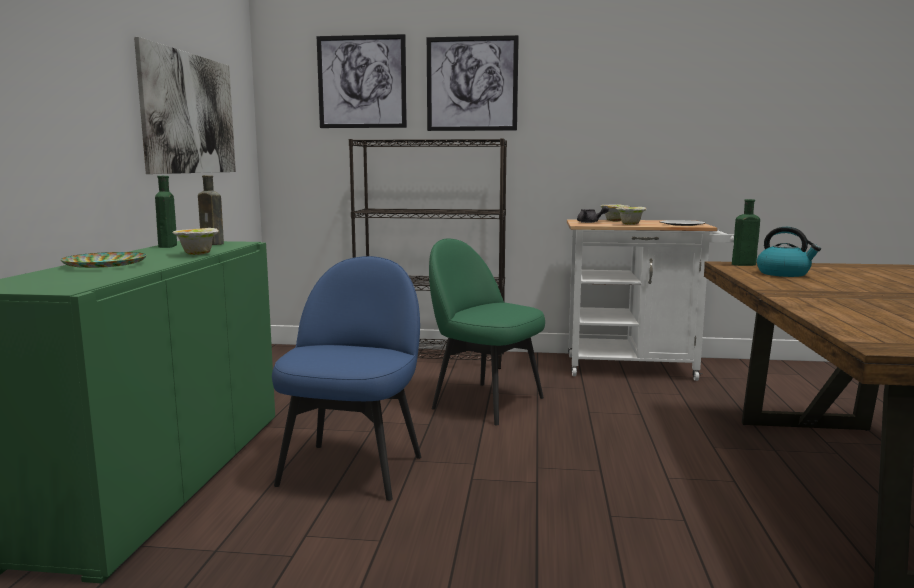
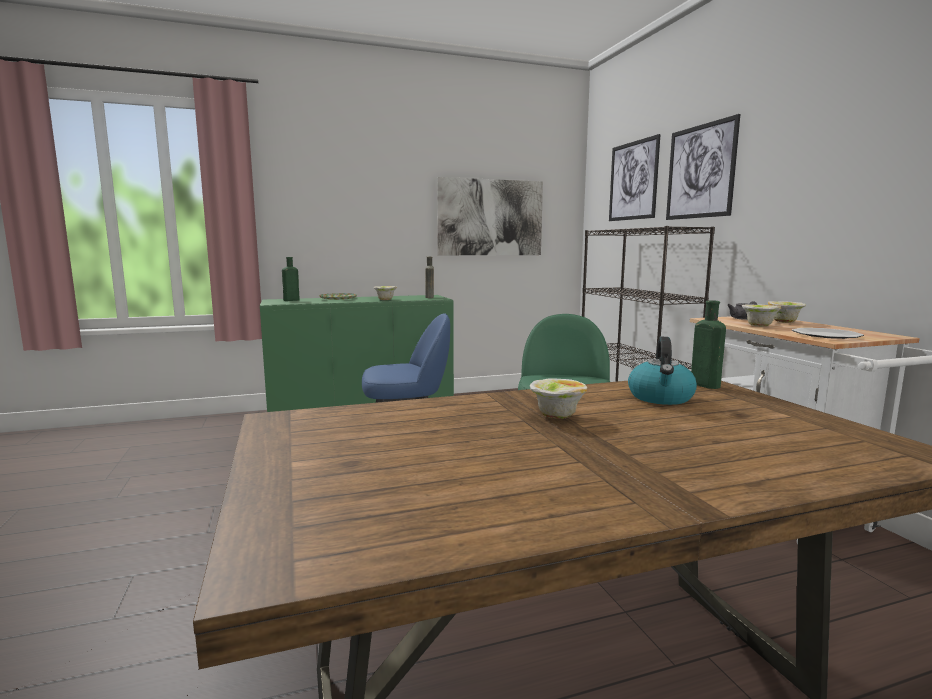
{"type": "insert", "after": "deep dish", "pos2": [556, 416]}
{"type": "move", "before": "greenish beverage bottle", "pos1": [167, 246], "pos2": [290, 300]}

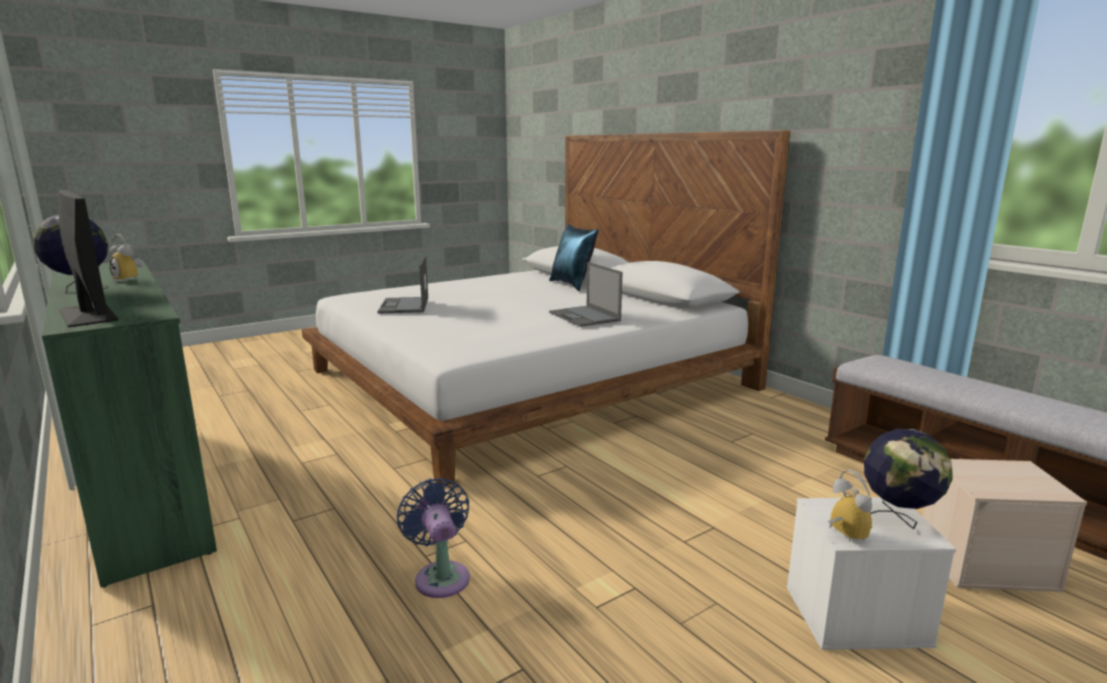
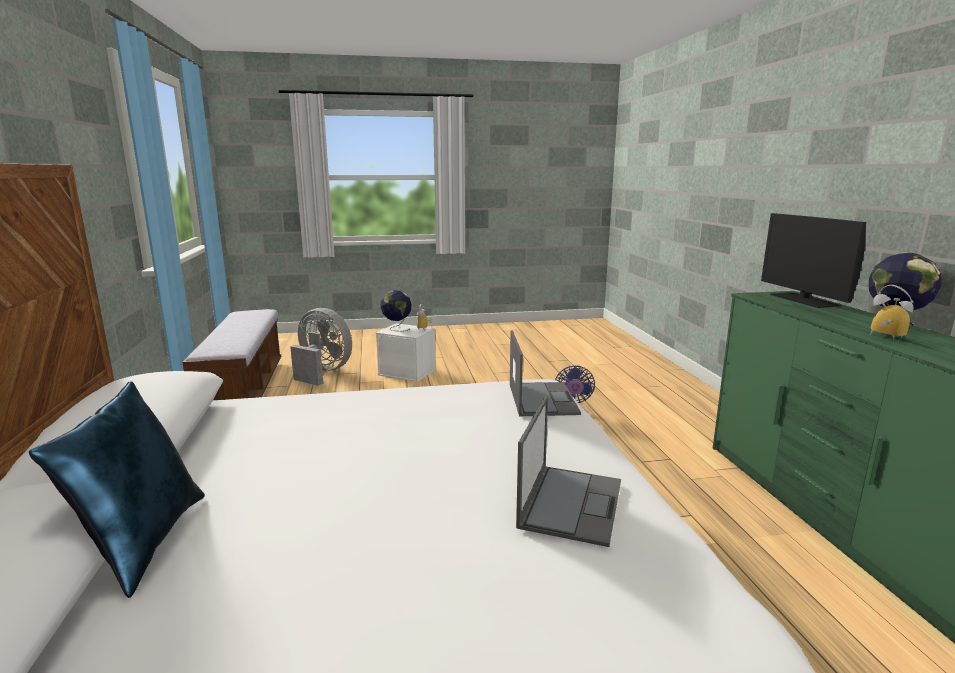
{"type": "move", "before": "portable computer", "pos1": [585, 317], "pos2": [542, 399]}
{"type": "replace", "before": "beige-coloured storage bin", "after": "grey fan", "pos1": [986, 563], "pos2": [322, 372]}

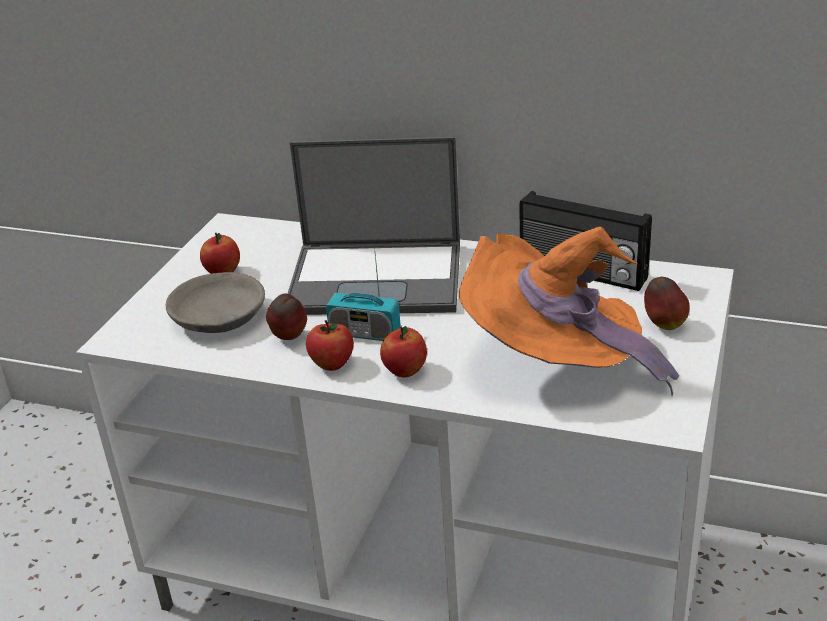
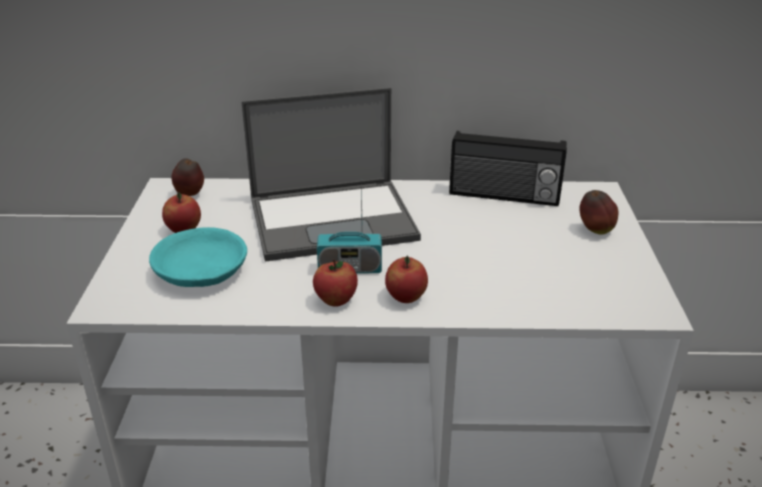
{"type": "delete", "before": "orangey wearable hat", "pos1": [557, 364]}
{"type": "move", "before": "apple fruit", "pos1": [289, 338], "pos2": [190, 195]}
{"type": "recolor", "before": "grey deep dish", "after": "blue-green deep dish", "pos1": [218, 318], "pos2": [201, 271]}

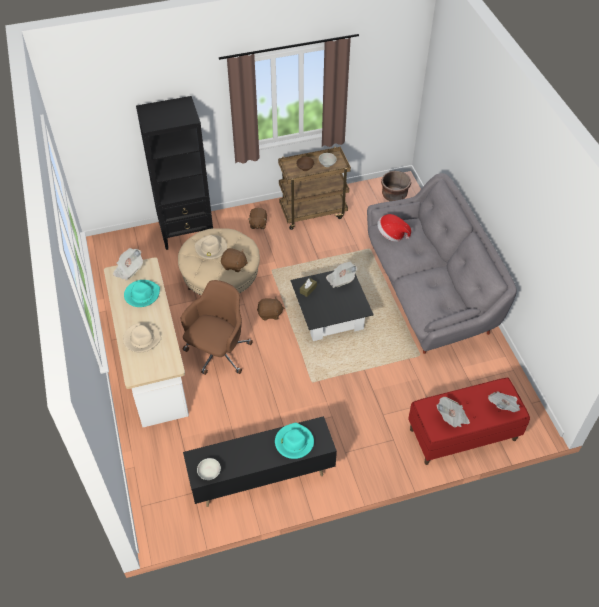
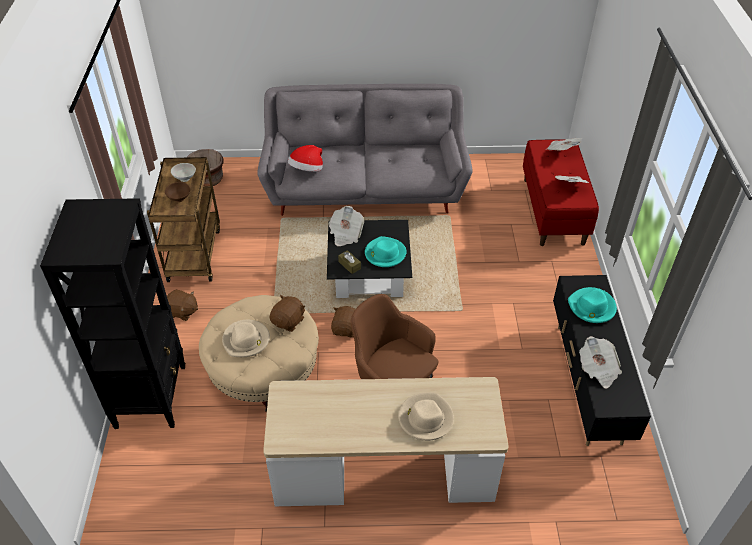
{"type": "delete", "before": "whitish deep dish", "pos1": [210, 474]}
{"type": "move", "before": "printed paper", "pos1": [129, 270], "pos2": [598, 369]}
{"type": "move", "before": "blue-green wearable hat", "pos1": [142, 294], "pos2": [385, 254]}

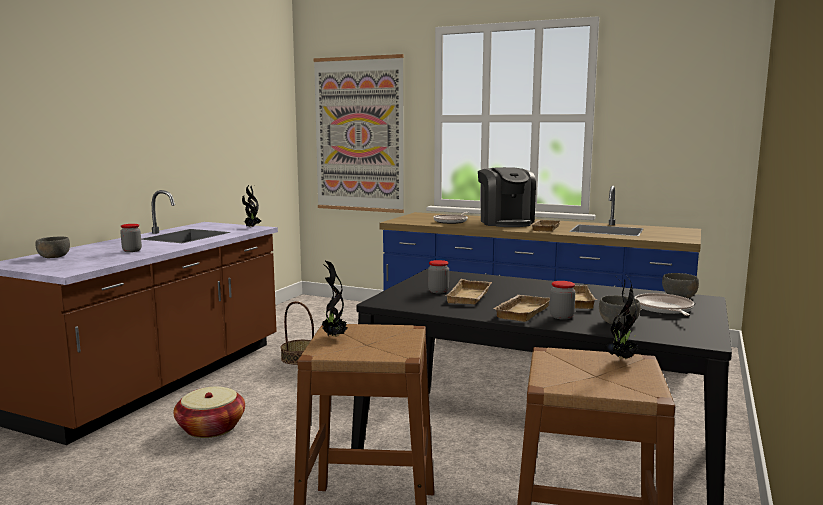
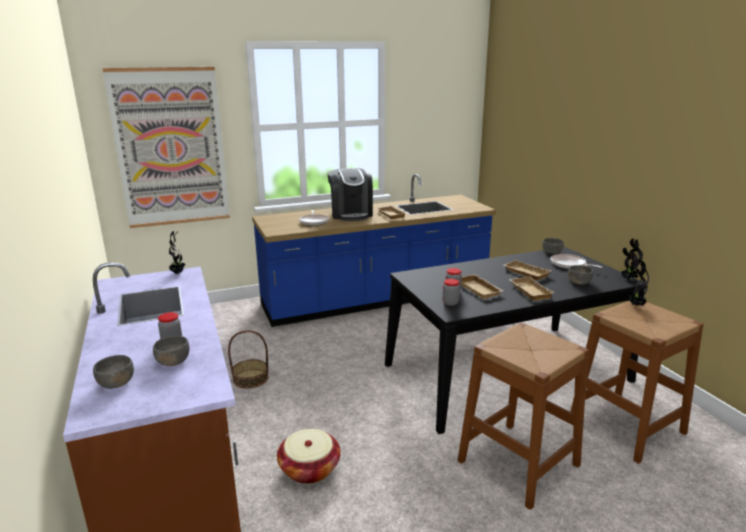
{"type": "insert", "after": "grey deep dish", "pos2": [173, 362]}
{"type": "move", "before": "plant in a pot", "pos1": [333, 337], "pos2": [628, 279]}
{"type": "move", "before": "storage jar", "pos1": [561, 317], "pos2": [450, 303]}
{"type": "rotate", "before": "coffee brewer", "pos1": [505, 222], "pos2": [351, 214], "turn": 45}

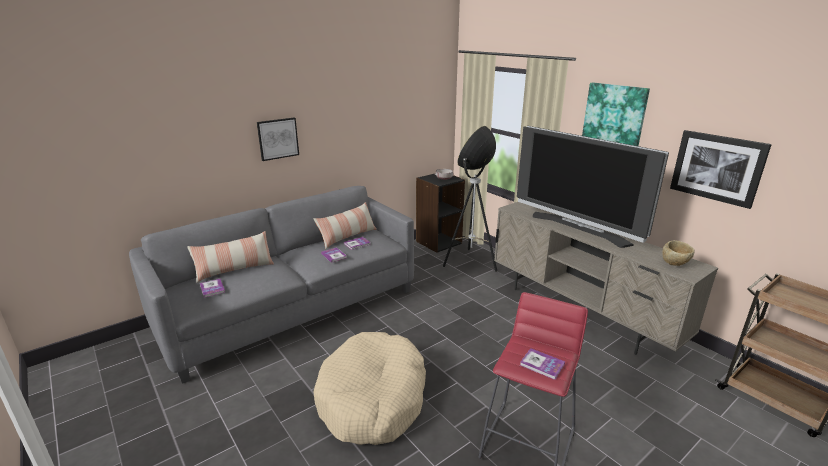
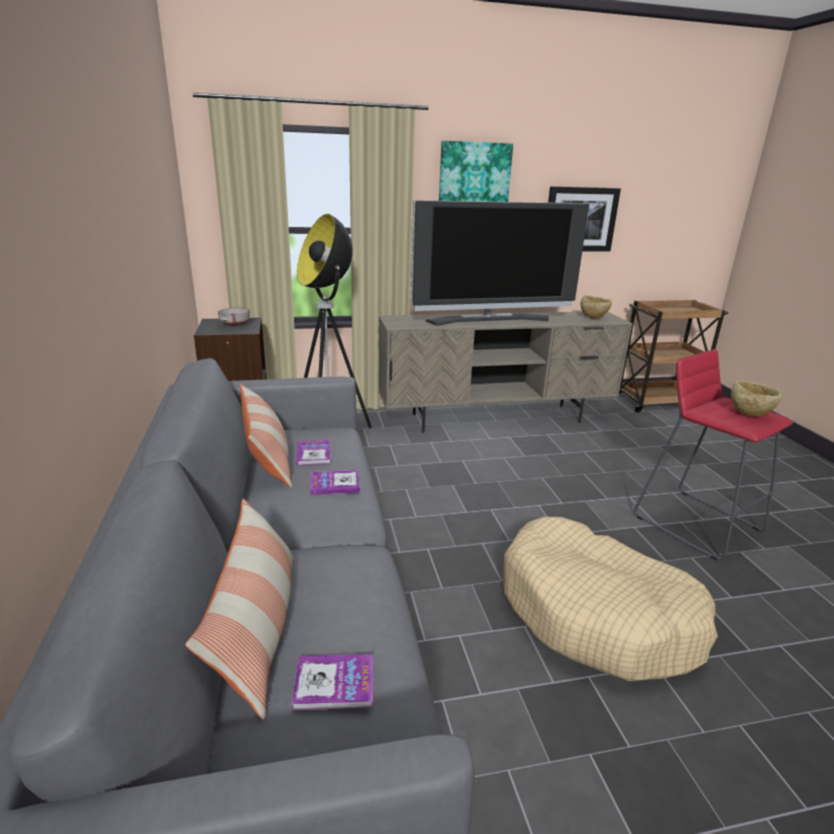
{"type": "delete", "before": "picture", "pos1": [277, 138]}
{"type": "replace", "before": "book", "after": "beige-coloured deep dish", "pos1": [542, 364], "pos2": [750, 413]}

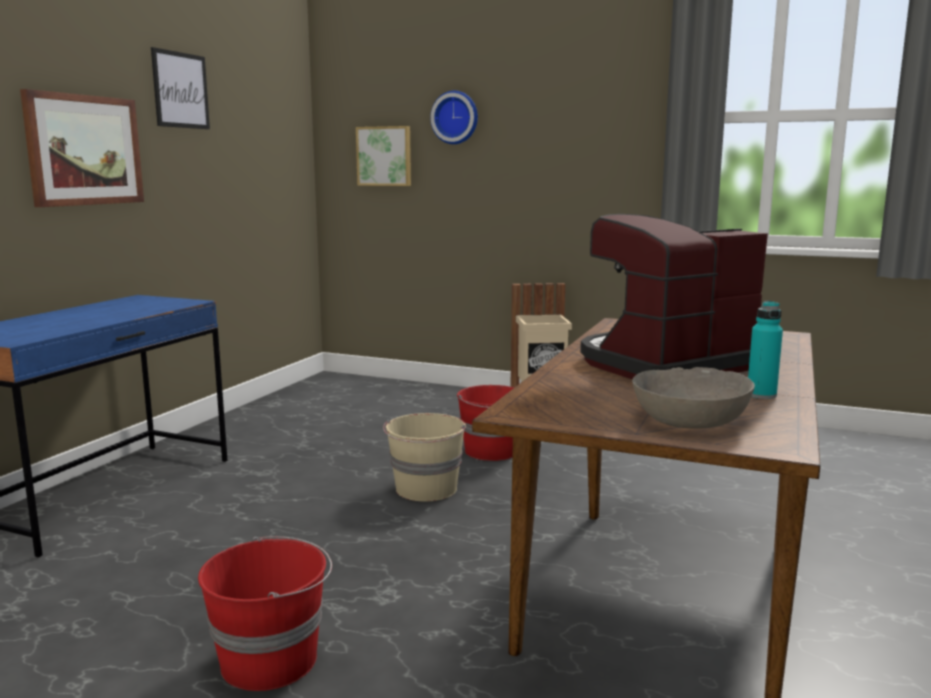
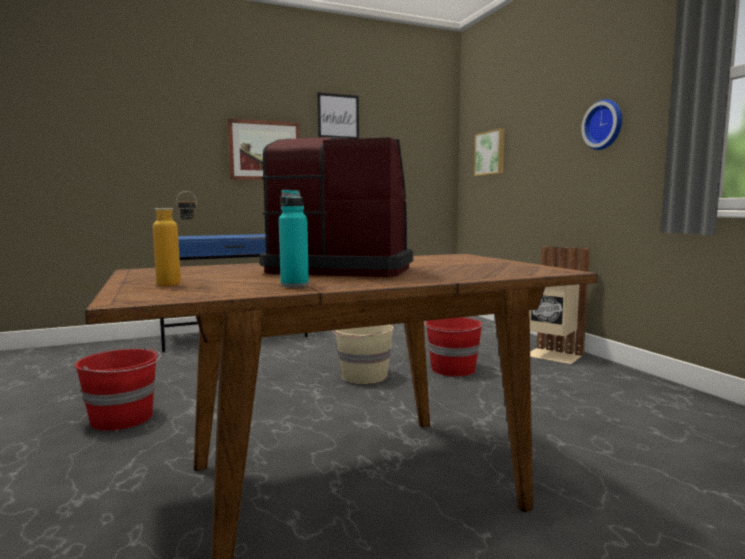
{"type": "move", "before": "hanging clock", "pos1": [455, 117], "pos2": [605, 125]}
{"type": "replace", "before": "grey deep dish", "after": "beverage bottle", "pos1": [688, 419], "pos2": [179, 284]}

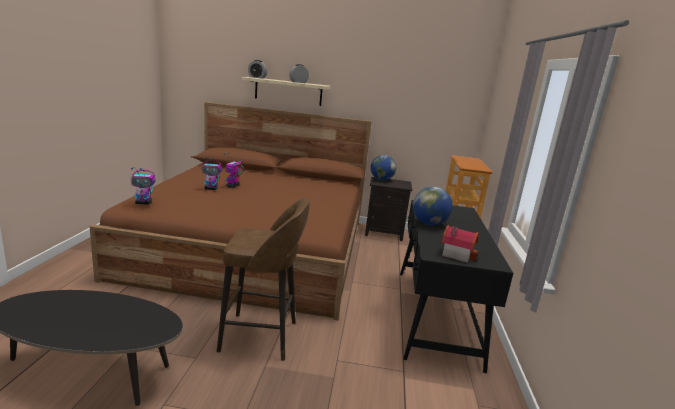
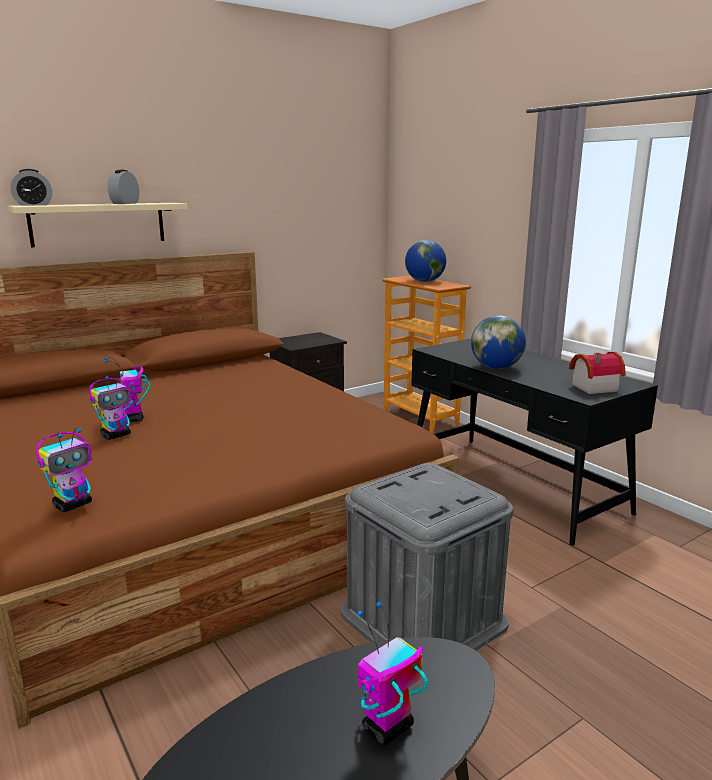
{"type": "insert", "after": "toy robot", "pos2": [387, 728]}
{"type": "move", "before": "world globe", "pos1": [381, 180], "pos2": [425, 281]}
{"type": "replace", "before": "brown-coloured stool", "after": "grey storage bin", "pos1": [261, 337], "pos2": [423, 619]}

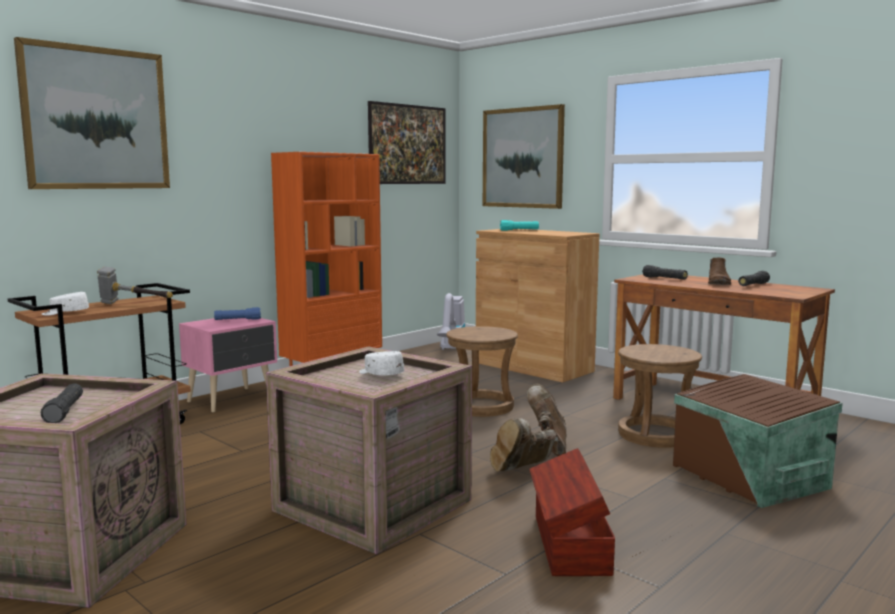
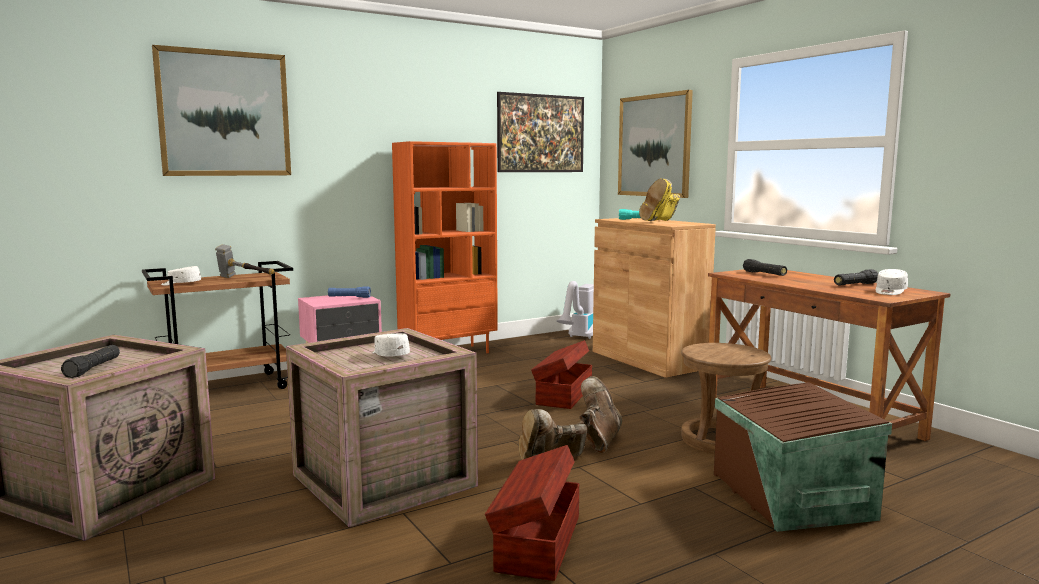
{"type": "delete", "before": "brown-coloured boot", "pos1": [718, 283]}
{"type": "insert", "after": "yellowish boot", "pos2": [660, 222]}
{"type": "insert", "after": "whitish baseball cap", "pos2": [890, 291]}
{"type": "replace", "before": "brown-coloured stool", "after": "brown-coloured storage bin", "pos1": [481, 406], "pos2": [563, 395]}

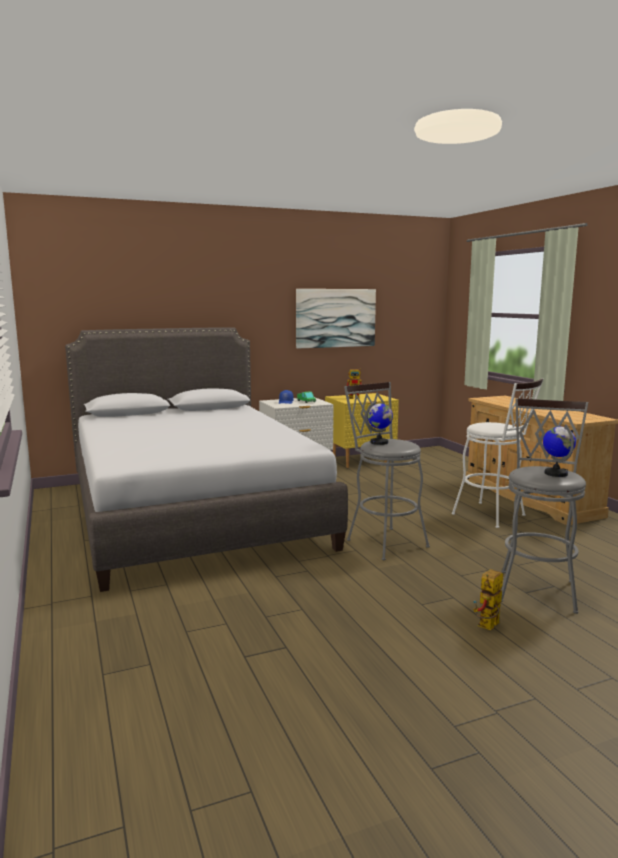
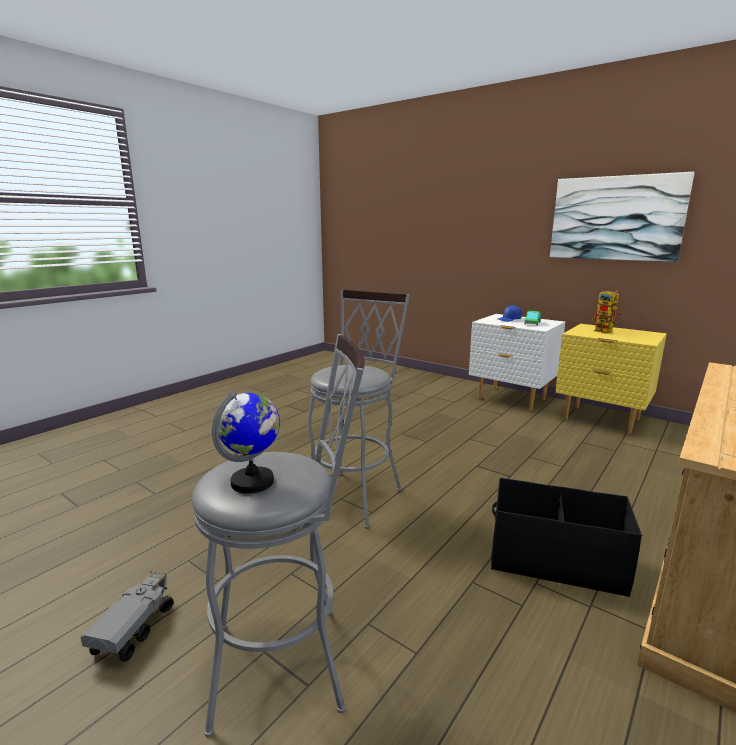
{"type": "delete", "before": "grey bed", "pos1": [192, 513]}
{"type": "delete", "before": "world globe", "pos1": [379, 442]}
{"type": "replace", "before": "whitish stool", "after": "blackish storage bin", "pos1": [493, 516], "pos2": [555, 560]}
{"type": "replace", "before": "toy robot", "after": "model truck", "pos1": [488, 627], "pos2": [134, 630]}

